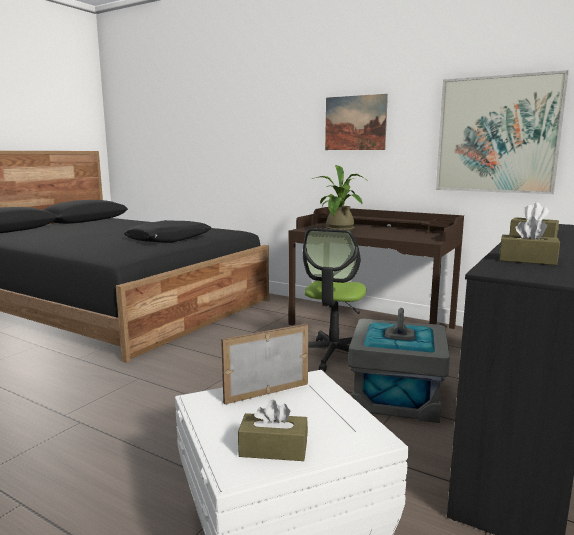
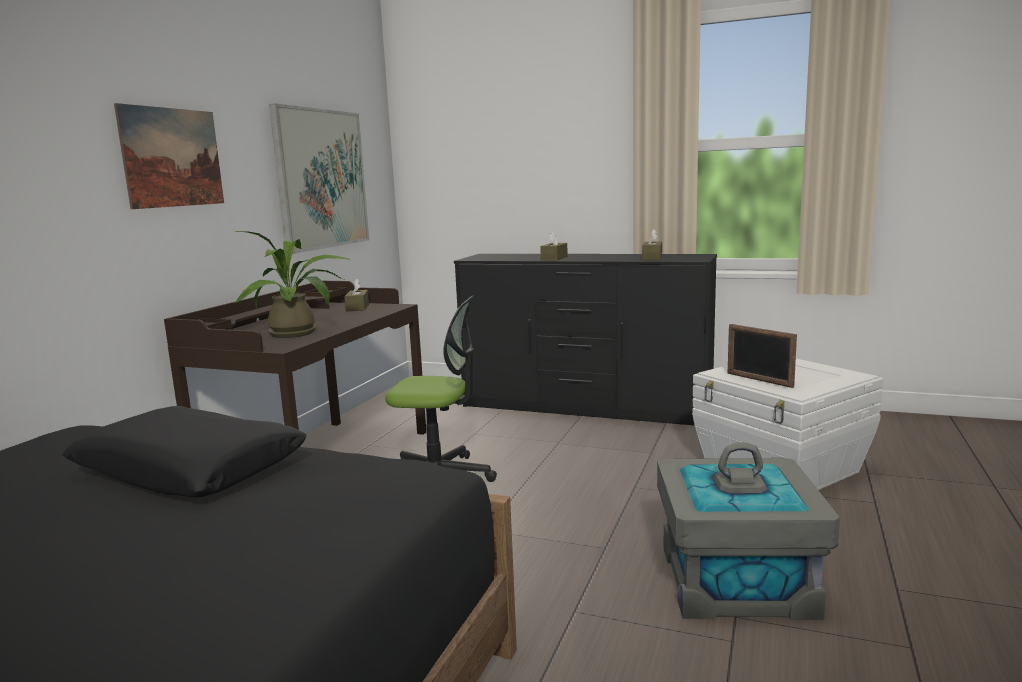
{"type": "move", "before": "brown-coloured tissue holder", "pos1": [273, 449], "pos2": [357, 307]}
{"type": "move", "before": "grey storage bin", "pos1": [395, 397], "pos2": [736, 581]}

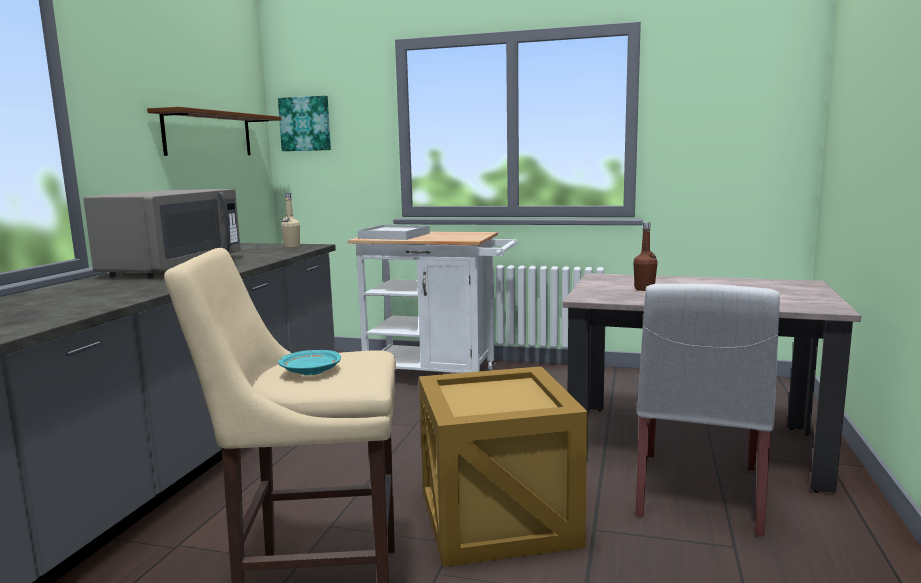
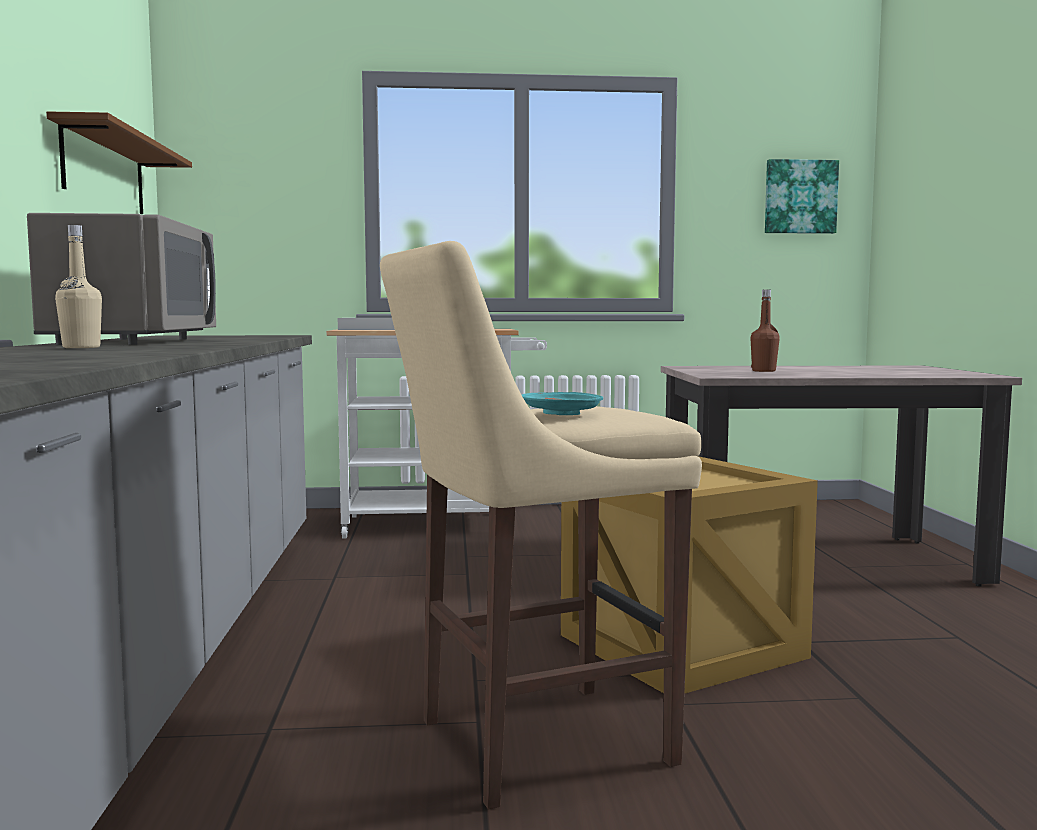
{"type": "delete", "before": "whitish plain chair", "pos1": [698, 493]}
{"type": "move", "before": "picture", "pos1": [305, 124], "pos2": [800, 197]}
{"type": "move", "before": "beige-coloured beverage bottle", "pos1": [292, 247], "pos2": [81, 347]}

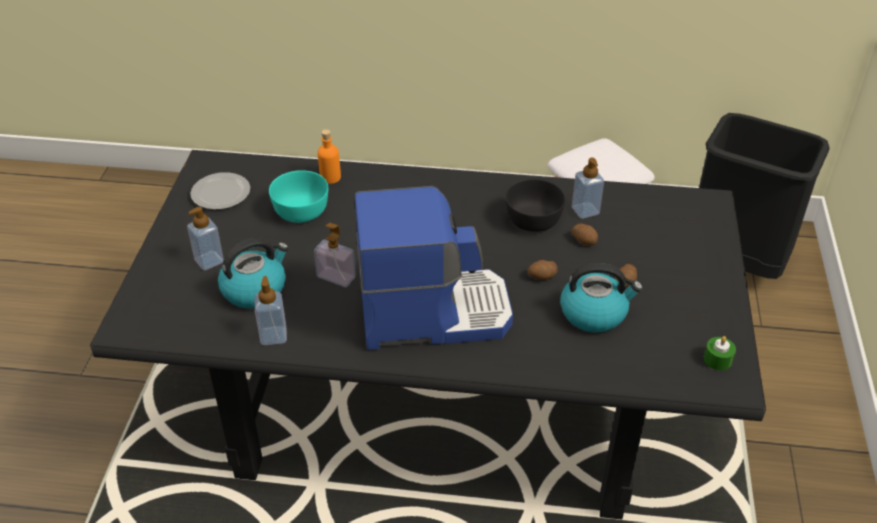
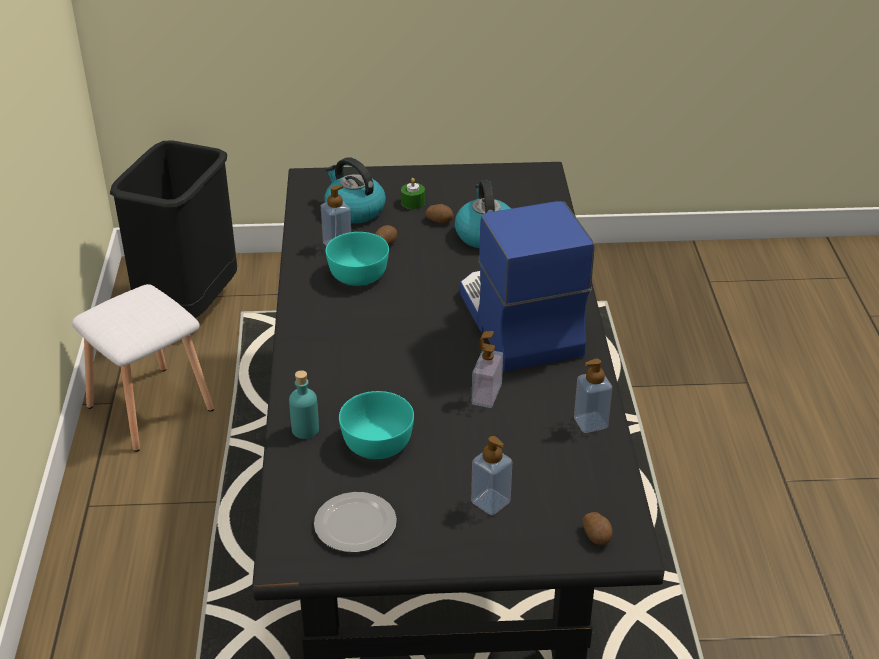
{"type": "move", "before": "kettle", "pos1": [255, 289], "pos2": [354, 210]}
{"type": "move", "before": "whole potato", "pos1": [542, 276], "pos2": [597, 536]}
{"type": "move", "before": "greenish wax light", "pos1": [717, 359], "pos2": [413, 202]}
{"type": "recolor", "before": "orangey beverage bottle", "after": "blue-green beverage bottle", "pos1": [330, 177], "pos2": [305, 430]}
{"type": "recolor", "before": "blackish deep dish", "after": "blue-green deep dish", "pos1": [534, 219], "pos2": [357, 274]}

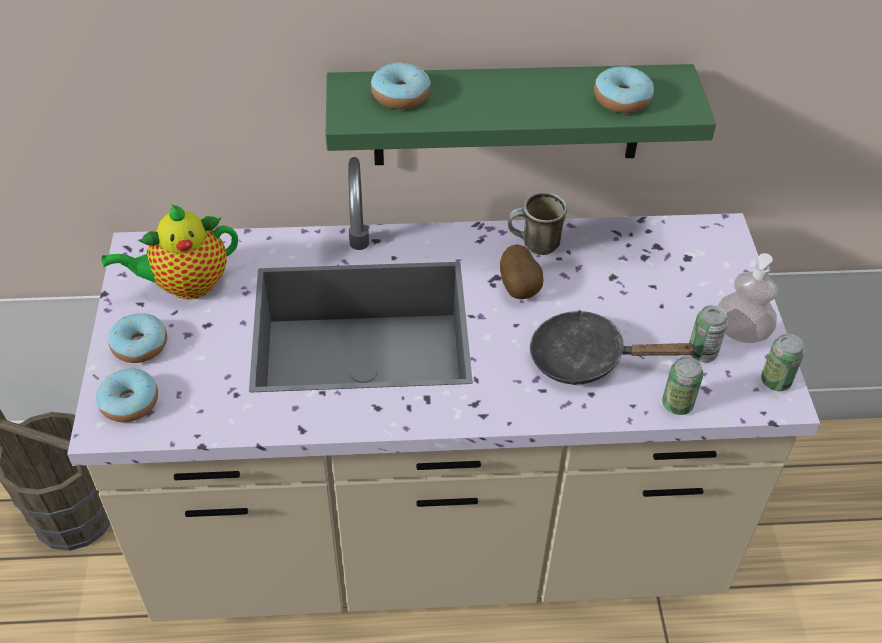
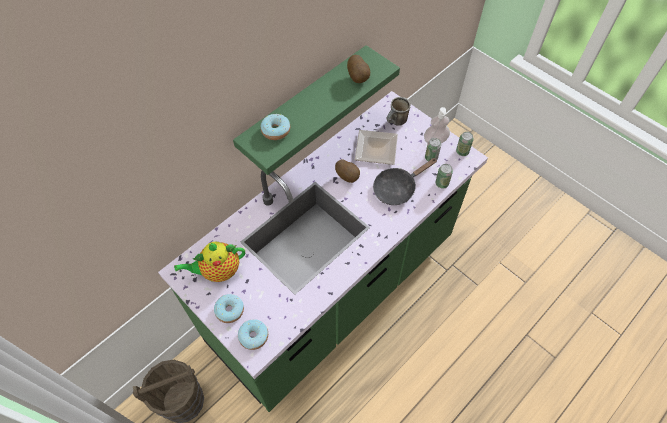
{"type": "insert", "after": "dinner plate", "pos2": [377, 150]}
{"type": "move", "before": "tea mug", "pos1": [534, 246], "pos2": [396, 122]}
{"type": "replace", "before": "donut", "after": "whole potato", "pos1": [622, 99], "pos2": [358, 78]}
{"type": "recolor", "before": "beige-coloured kitchen counter", "after": "greenish kitchen counter", "pos1": [436, 537], "pos2": [334, 291]}
{"type": "rotate", "before": "teapot", "pos1": [186, 285], "pos2": [218, 271], "turn": 45}

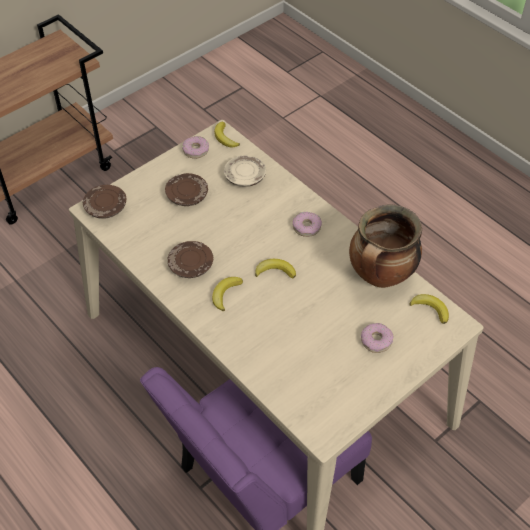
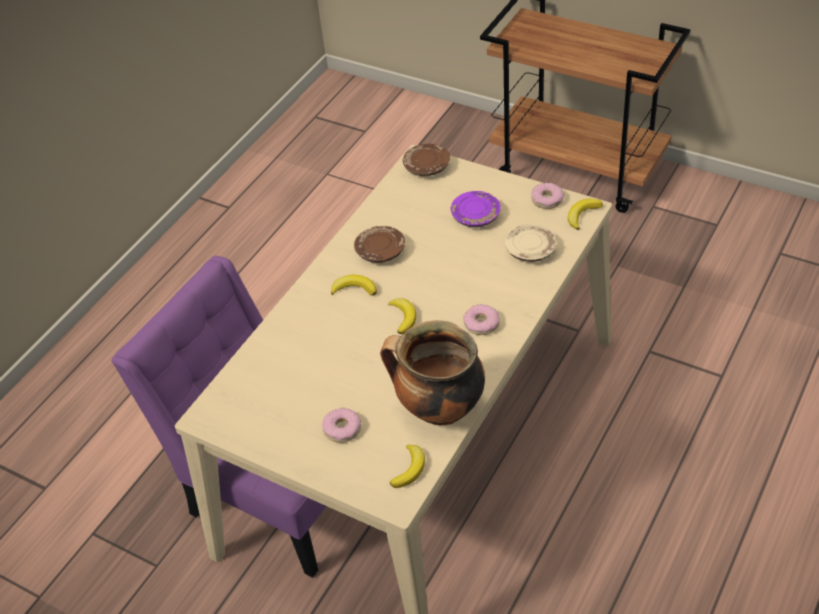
{"type": "recolor", "before": "brown-coloured dinner plate", "after": "purple dinner plate", "pos1": [187, 195], "pos2": [476, 216]}

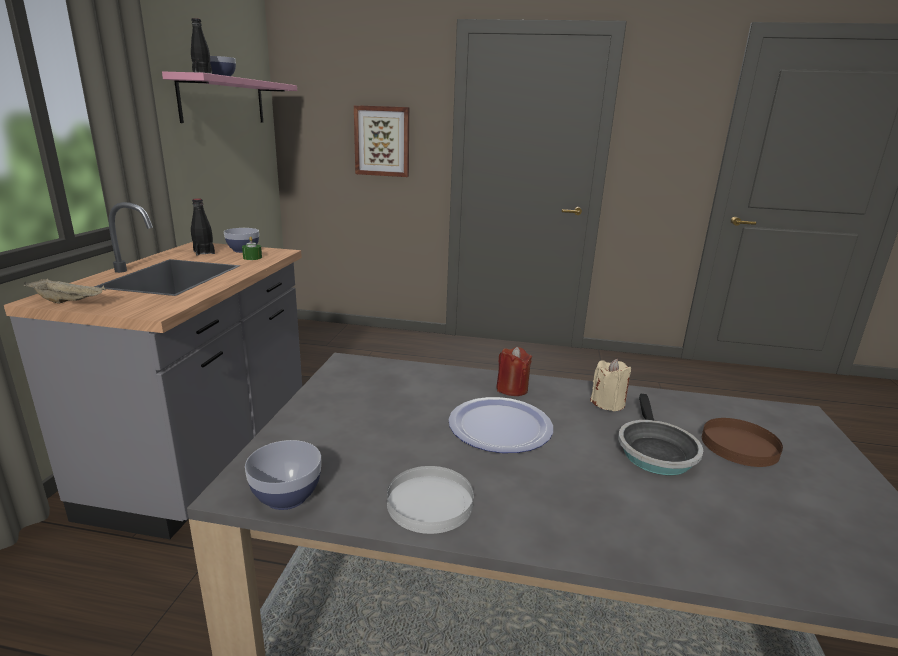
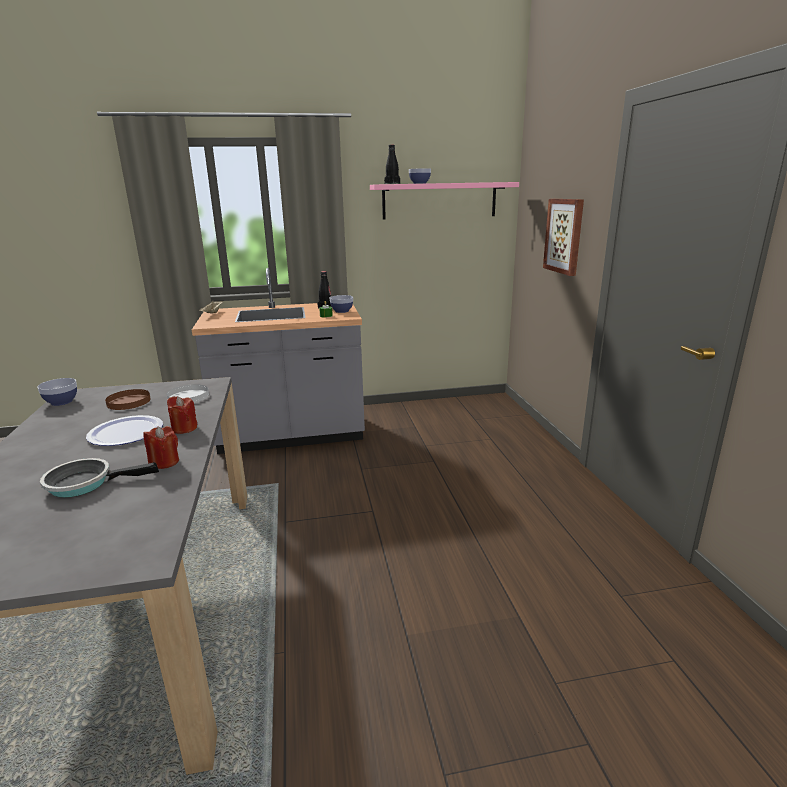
{"type": "move", "before": "whitish dinner plate", "pos1": [430, 502], "pos2": [188, 396]}
{"type": "move", "before": "brown-coloured dinner plate", "pos1": [740, 445], "pos2": [129, 402]}
{"type": "recolor", "before": "beige-coloured wax light", "after": "reddish wax light", "pos1": [608, 403], "pos2": [164, 462]}

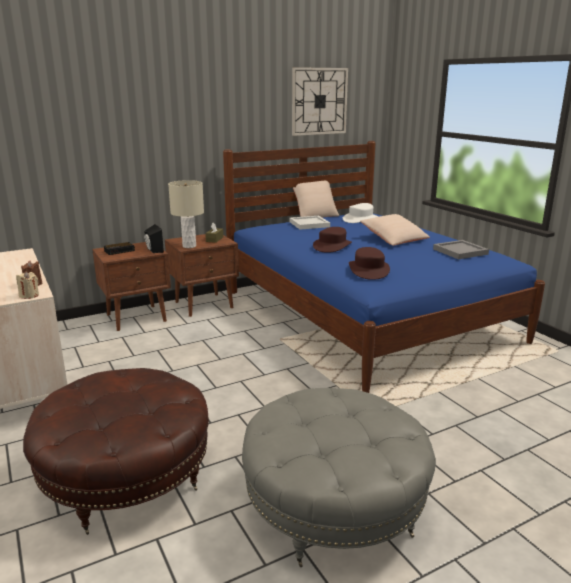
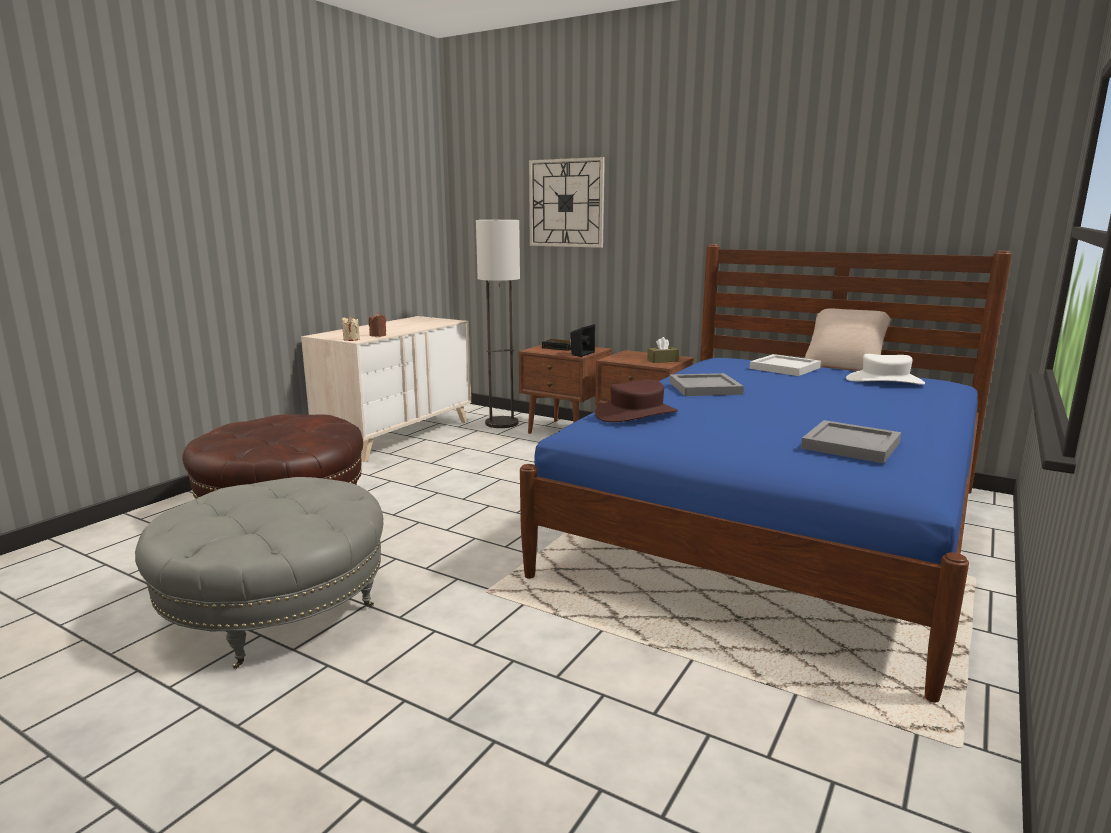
{"type": "delete", "before": "beige-coloured tabletop lamp", "pos1": [189, 246]}
{"type": "delete", "before": "beige-coloured cushion", "pos1": [393, 239]}
{"type": "insert", "after": "standing lamp", "pos2": [502, 423]}
{"type": "move", "before": "hanging clock", "pos1": [319, 101], "pos2": [566, 203]}
{"type": "replace", "before": "brown-coloured wearable hat", "after": "grey tray", "pos1": [332, 246], "pos2": [705, 388]}

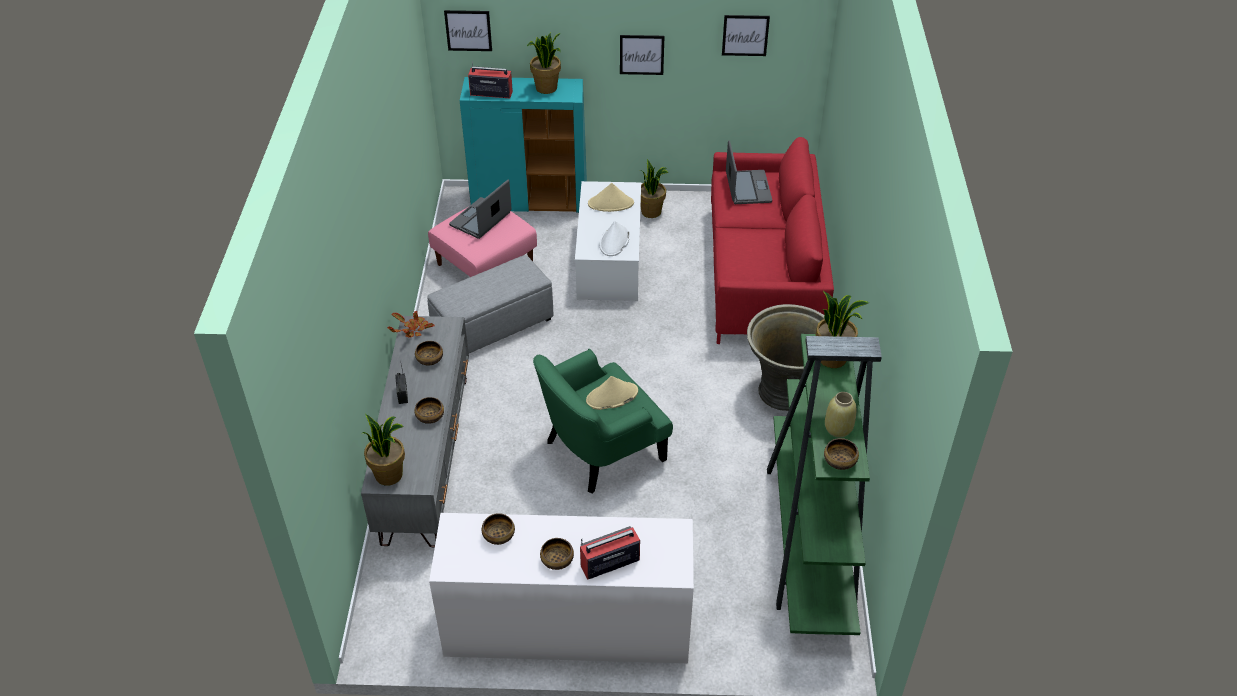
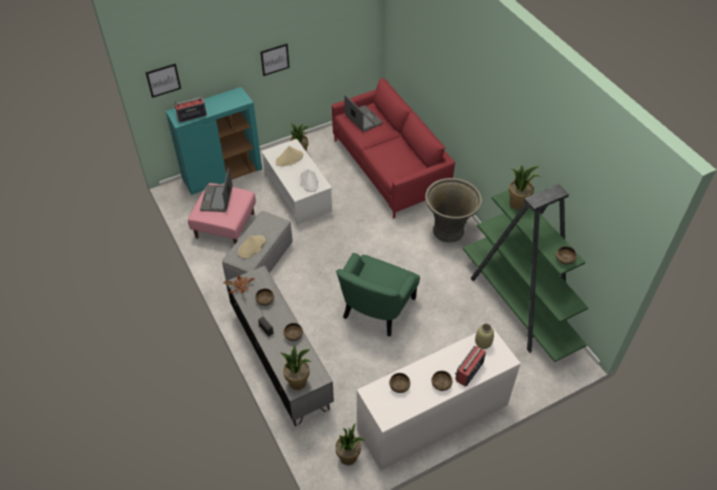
{"type": "delete", "before": "picture", "pos1": [745, 35]}
{"type": "move", "before": "plant in a pot", "pos1": [546, 88], "pos2": [348, 457]}
{"type": "move", "before": "beige-coloured wearable hat", "pos1": [612, 396], "pos2": [251, 247]}
{"type": "move", "before": "beige-coloured vase", "pos1": [837, 429], "pos2": [483, 343]}

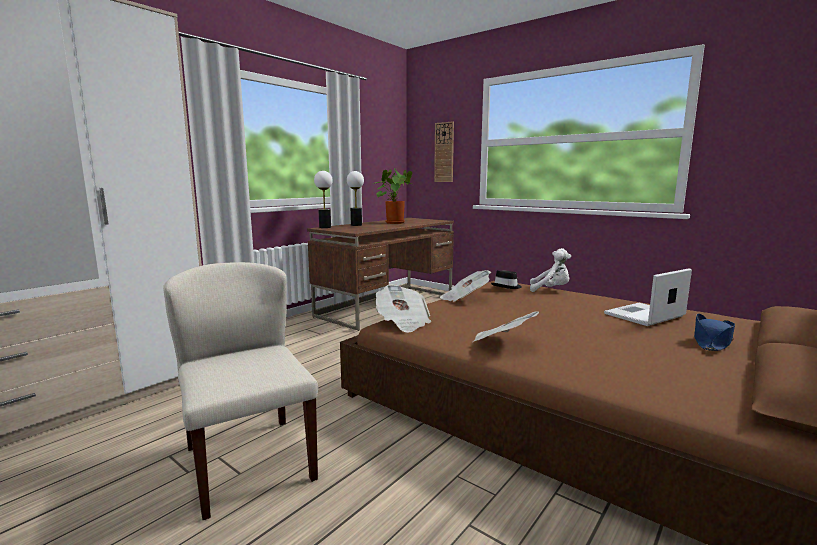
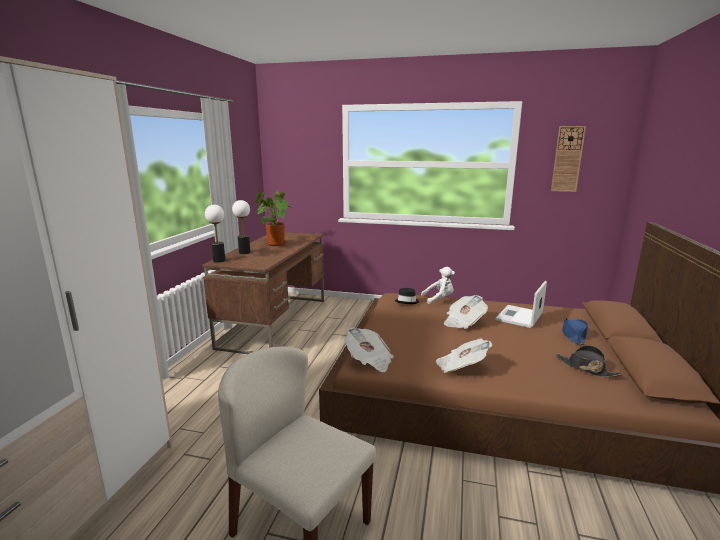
{"type": "insert", "after": "blackish wearable hat", "pos2": [586, 368]}
{"type": "move", "before": "hanging clock", "pos1": [444, 152], "pos2": [567, 159]}
{"type": "move", "before": "printed paper", "pos1": [464, 299], "pos2": [463, 322]}

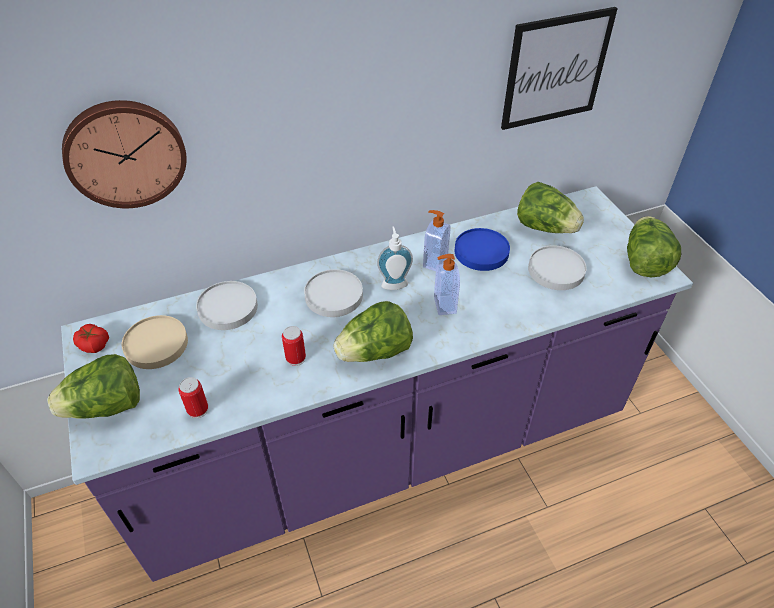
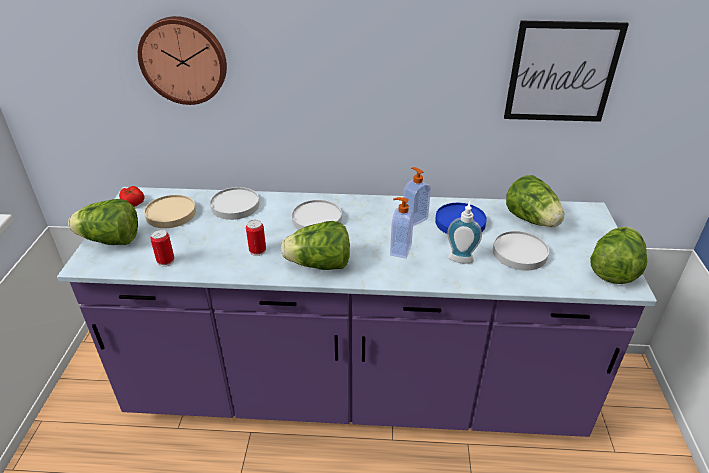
{"type": "move", "before": "liquid soap bottle", "pos1": [394, 283], "pos2": [461, 257]}

